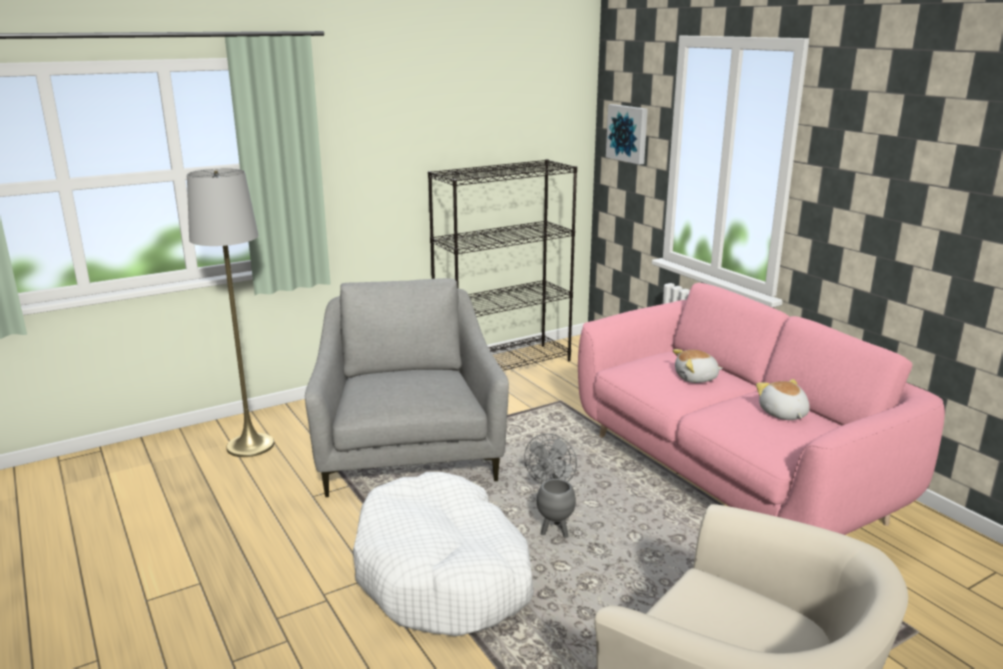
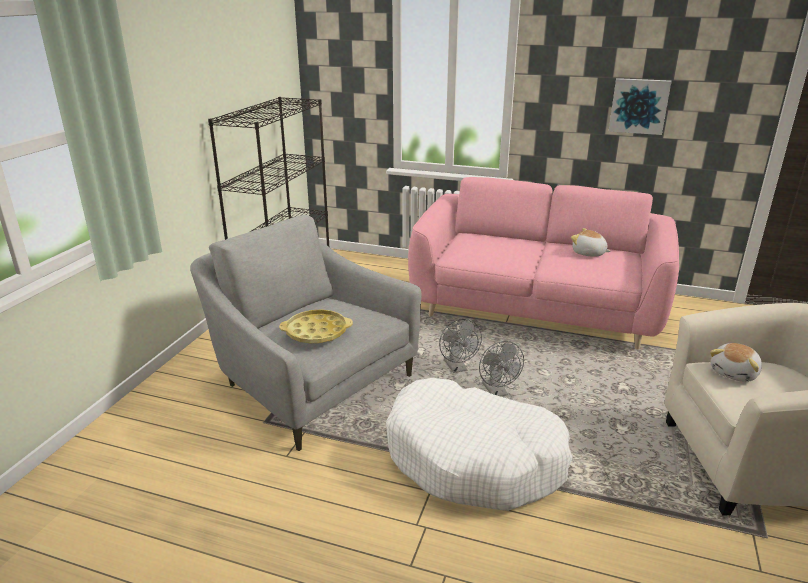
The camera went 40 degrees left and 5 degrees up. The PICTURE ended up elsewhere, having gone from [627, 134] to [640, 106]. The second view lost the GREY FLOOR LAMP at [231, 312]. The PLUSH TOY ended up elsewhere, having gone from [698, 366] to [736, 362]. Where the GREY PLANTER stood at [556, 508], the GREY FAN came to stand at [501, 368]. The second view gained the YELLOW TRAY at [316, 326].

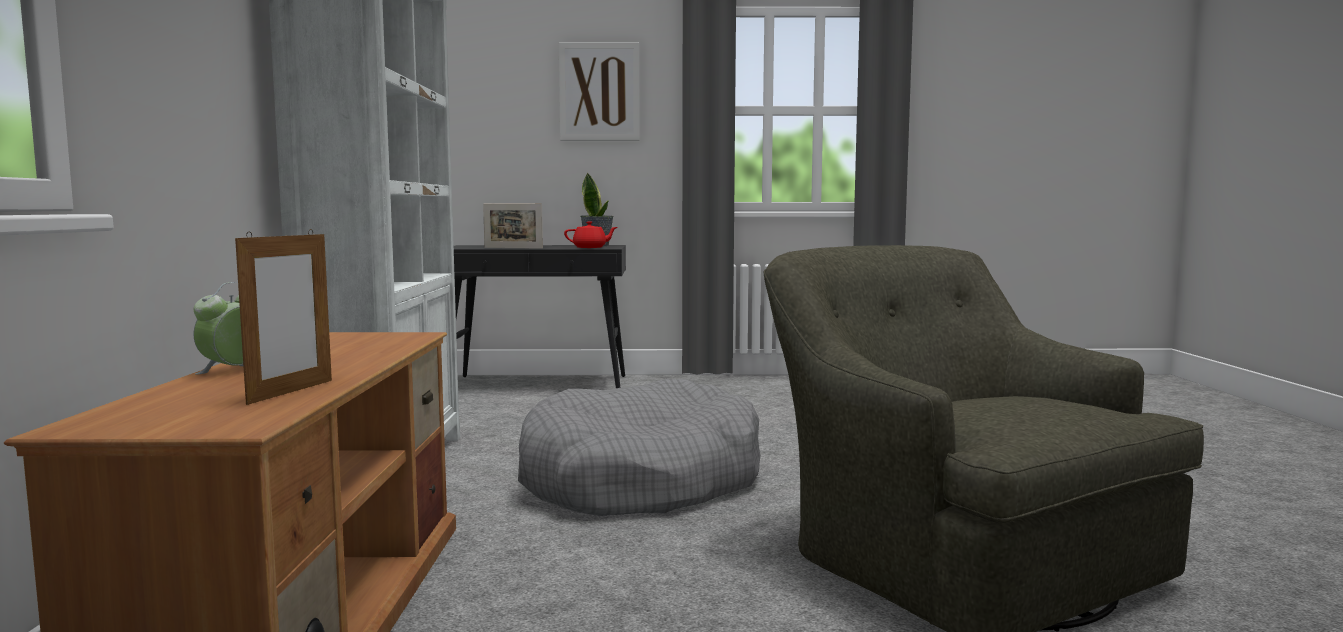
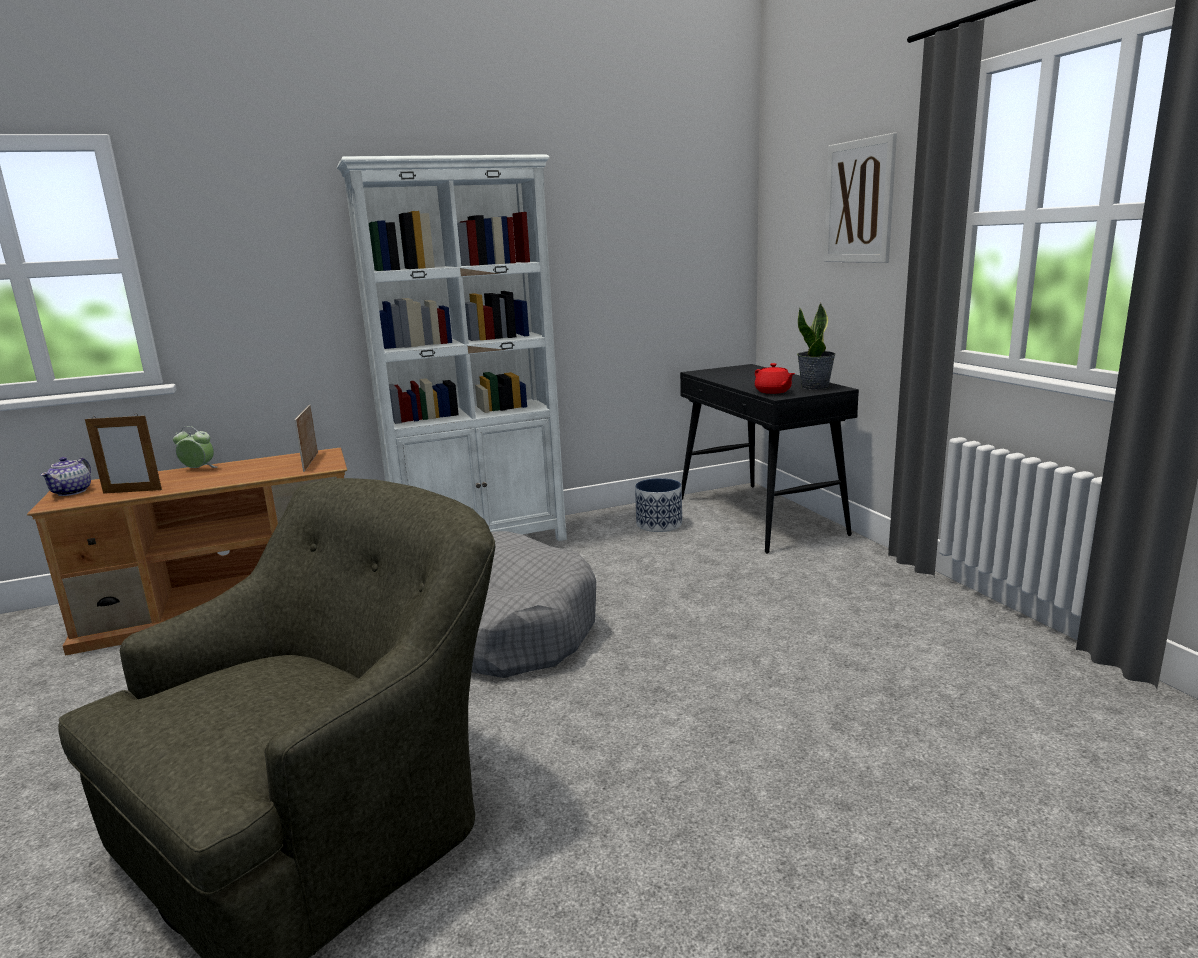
The camera went 70 degrees right and 10 degrees up. The PICTURE FRAME ended up elsewhere, having gone from [513, 226] to [306, 438]. The second view gained the TEAPOT at [66, 476]. The second view gained the PLANTER at [658, 505].

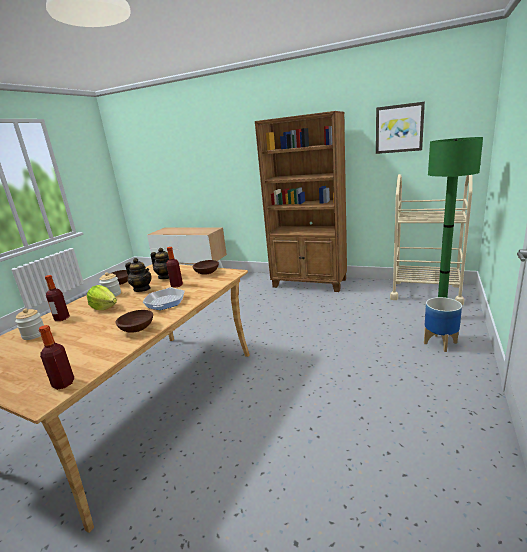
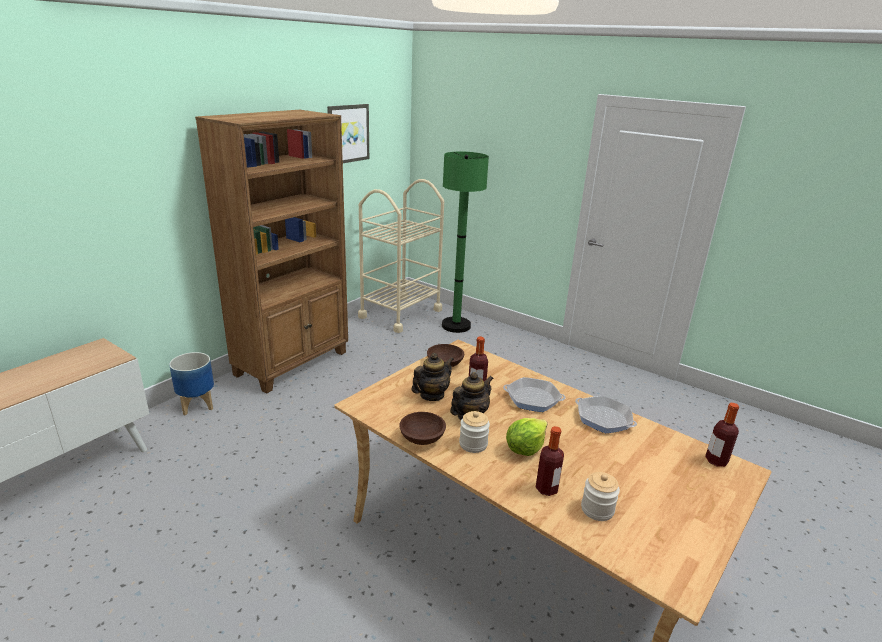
The camera went 80 degrees left and 5 degrees up. The PLANTER ended up elsewhere, having gone from [443, 324] to [191, 383]. Where the BROWN BOWL stood at [134, 321], the FRYING PAN came to stand at [606, 414].

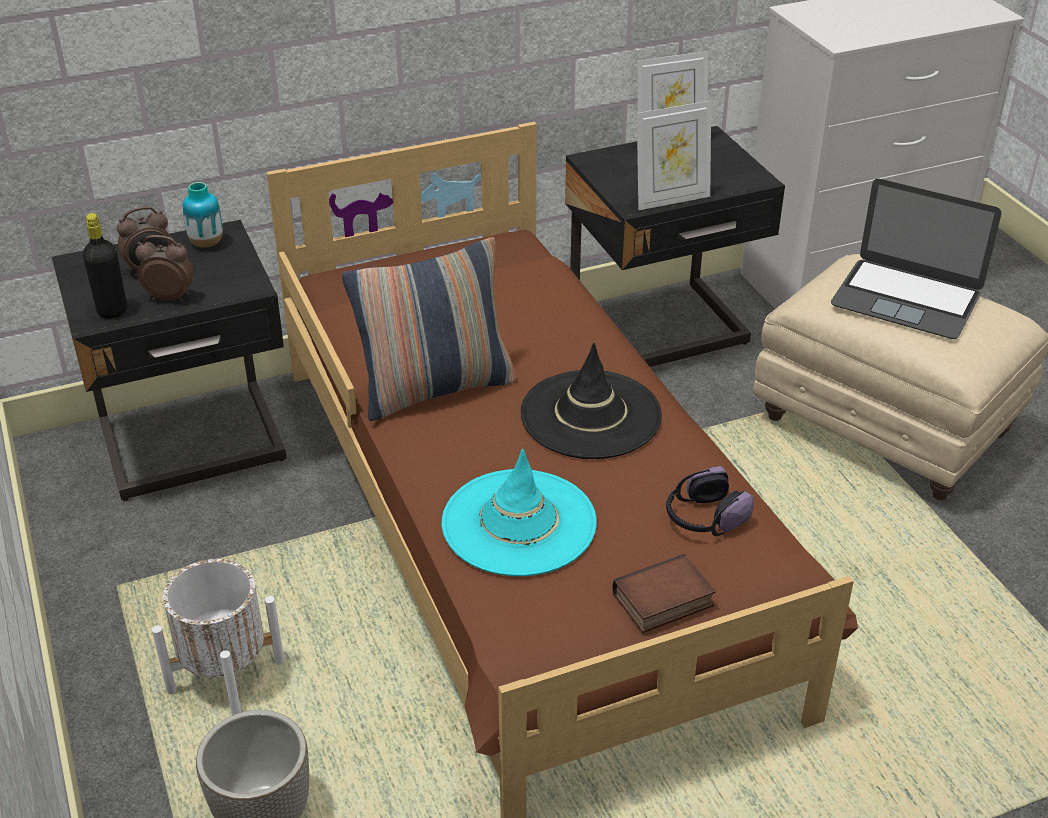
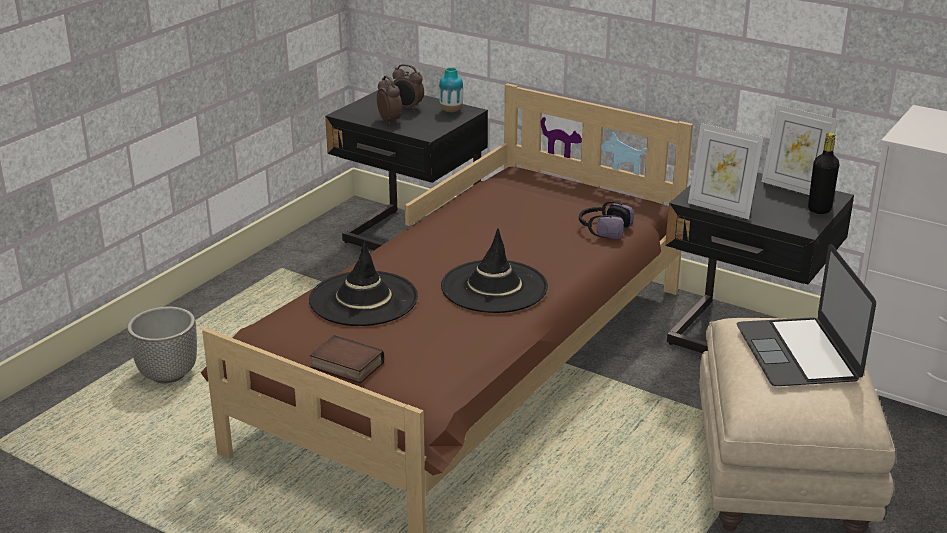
The camera went 55 degrees right and 10 degrees down. The BLACK BOTTLE ended up elsewhere, having gone from [105, 266] to [823, 173]. The second view lost the PILLOW at [429, 329]. What was the TURQUOISE HAT at [519, 512] turned into the BLACK HAT at [363, 283]. The HEADPHONES ended up elsewhere, having gone from [710, 501] to [606, 220]. The second view lost the WHITE PLANTER at [218, 637].

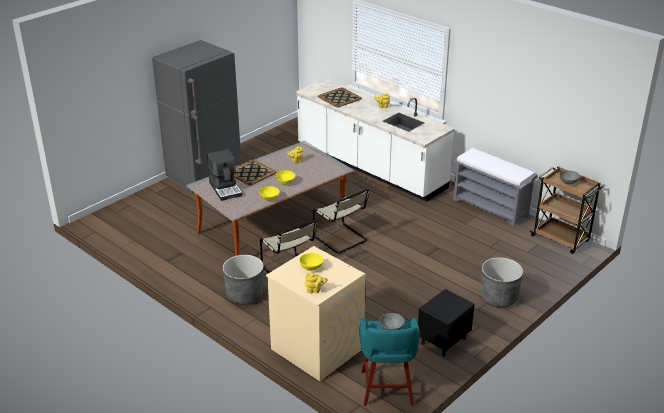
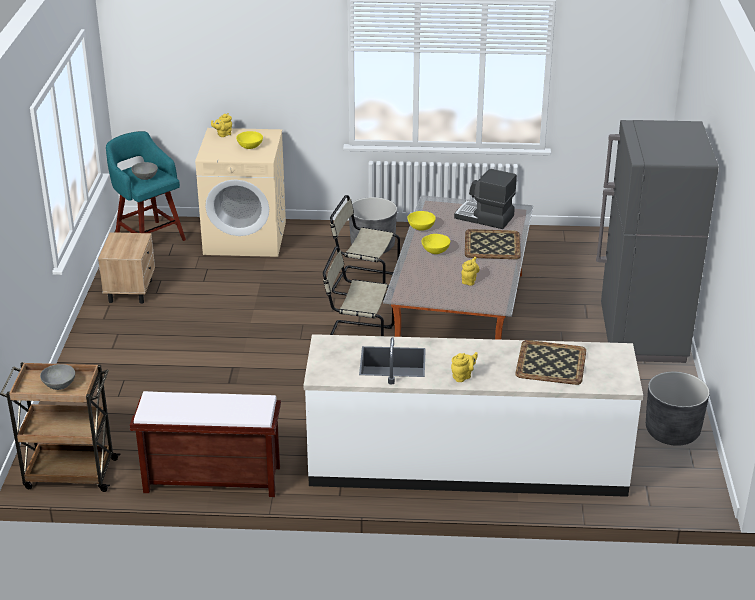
The camera went 140 degrees right and 0 degrees up. What was the GREY BENCH at [495, 187] turned into the BROWN BENCH at [205, 444]. The GREY PLANTER ended up elsewhere, having gone from [502, 282] to [678, 409]. What was the BLACK NIGHTSTAND at [446, 323] turned into the BEIGE NIGHTSTAND at [126, 268].

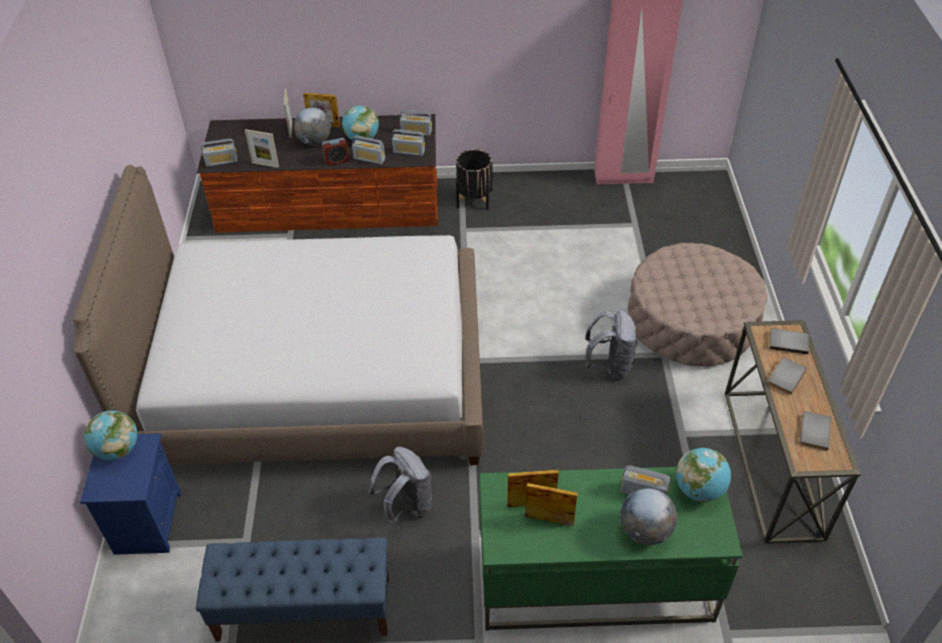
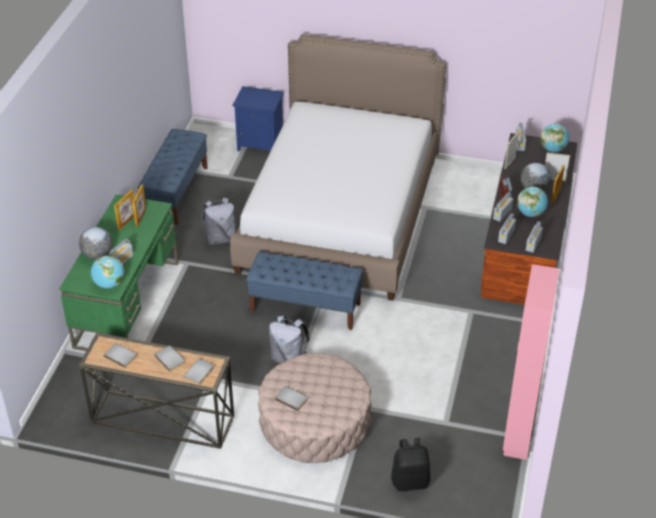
The camera went 105 degrees right and 5 degrees down. The second view lost the BLACK PLANTER at [474, 179]. The GLOBE ended up elsewhere, having gone from [110, 435] to [554, 137]. The second view gained the BLUE BENCH at [304, 290]. The second view gained the GREY BOOK at [291, 398]. The second view gained the BLACK BACKPACK at [410, 464].

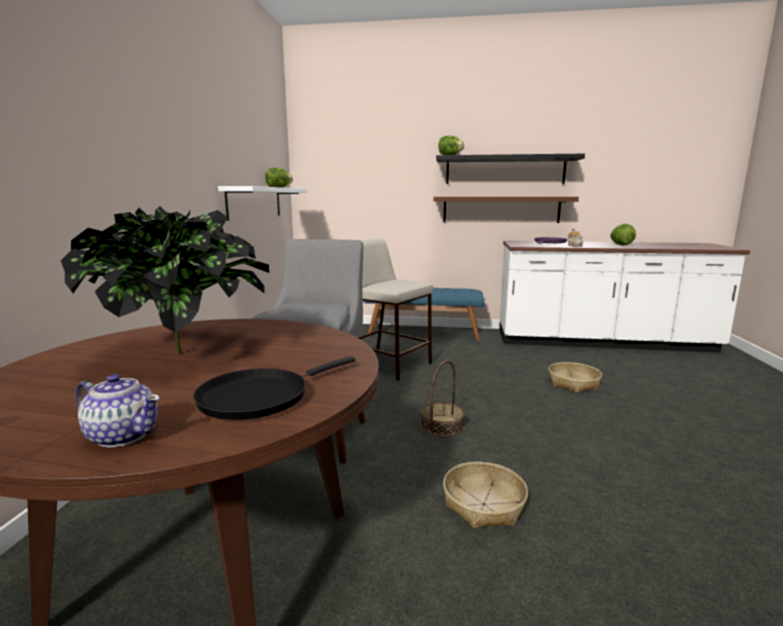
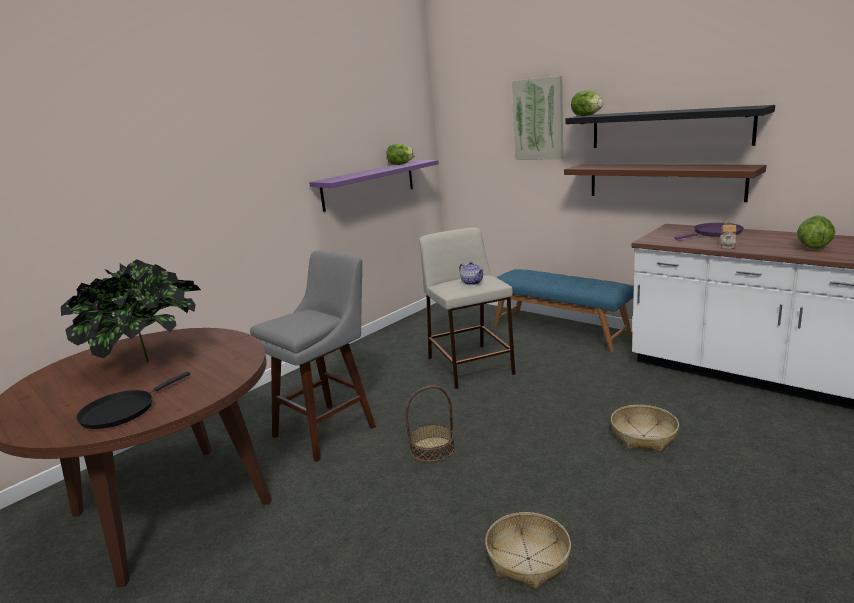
The camera went 35 degrees right and 5 degrees up. What was the WHITE SHELF at [262, 203] turned into the PURPLE SHELF at [374, 186]. The BLACK FRYING PAN at [274, 388] ended up facing another way, 45 degrees counterclockwise from before. The TEAPOT ended up elsewhere, having gone from [118, 410] to [471, 273]. The BASKET ended up elsewhere, having gone from [485, 495] to [528, 550]. The second view gained the PICTURE at [537, 118].

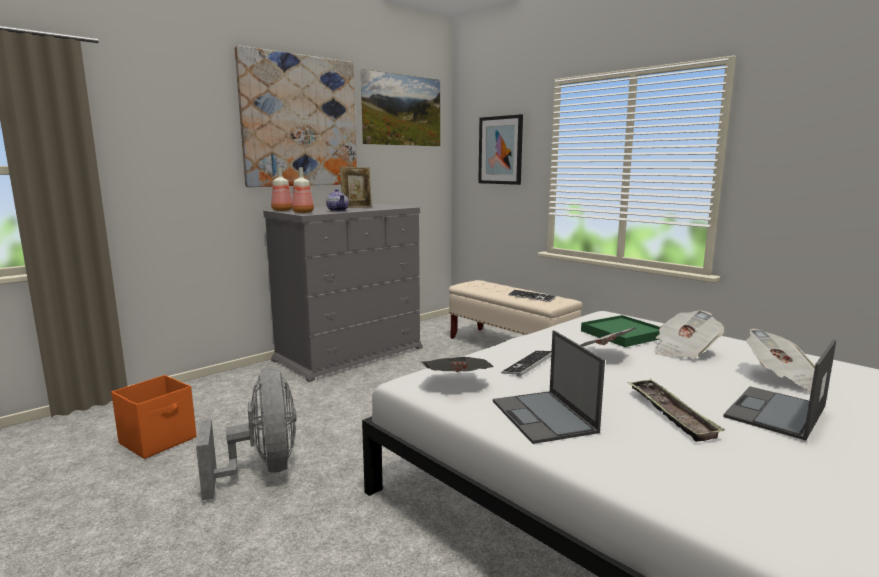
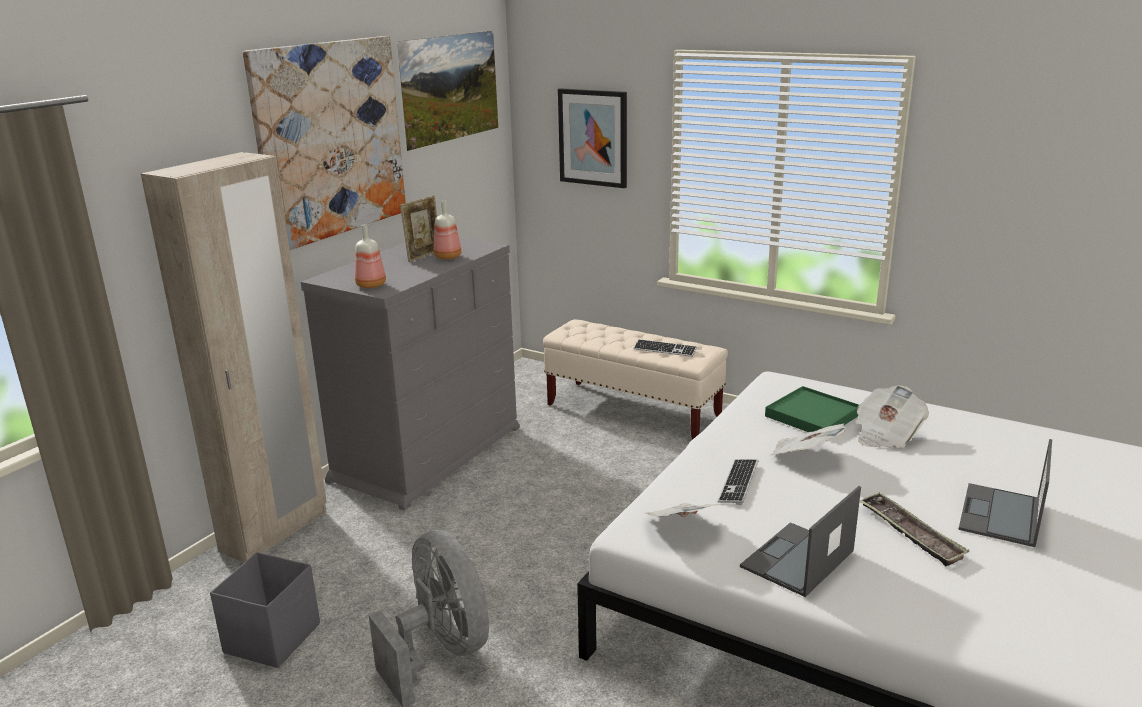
The camera went 15 degrees left and 10 degrees up. The BOTTLE ended up elsewhere, having gone from [281, 189] to [447, 230]. The second view lost the TEAPOT at [337, 200]. The second view lost the NEWSPAPER at [780, 360]. The LAPTOP at [549, 387] ended up facing another way, 75 degrees clockwise from before. What was the ORANGE STORAGE BOX at [153, 417] turned into the GREY STORAGE BOX at [265, 610]. The second view gained the BEIGE WARDROBE at [234, 357].

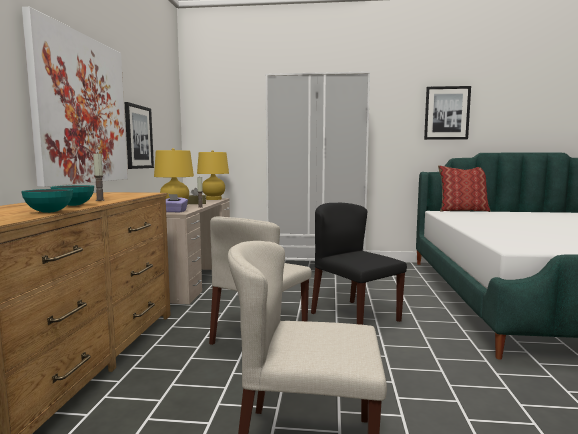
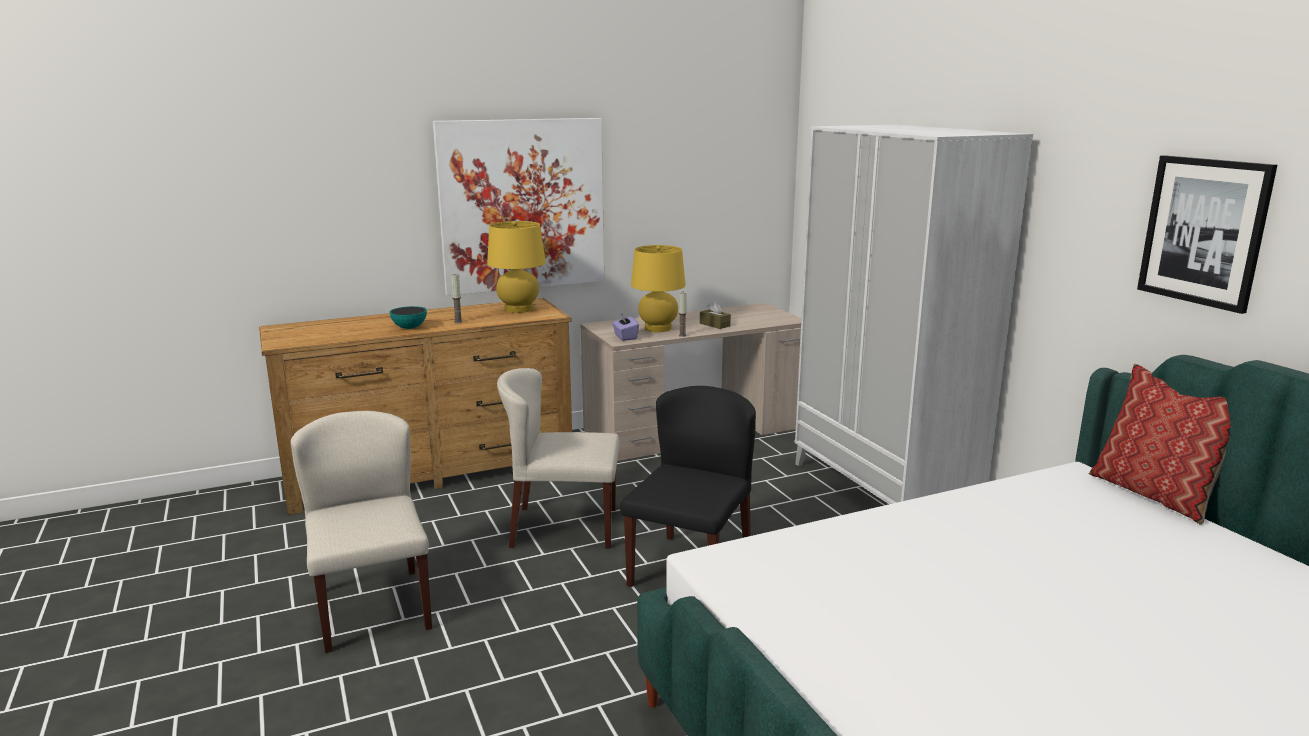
The camera went 60 degrees right and 10 degrees up. The second view lost the PICTURE at [139, 135]. The YELLOW TABLE LAMP ended up elsewhere, having gone from [213, 175] to [516, 267]. The second view lost the BOWL at [47, 201].

